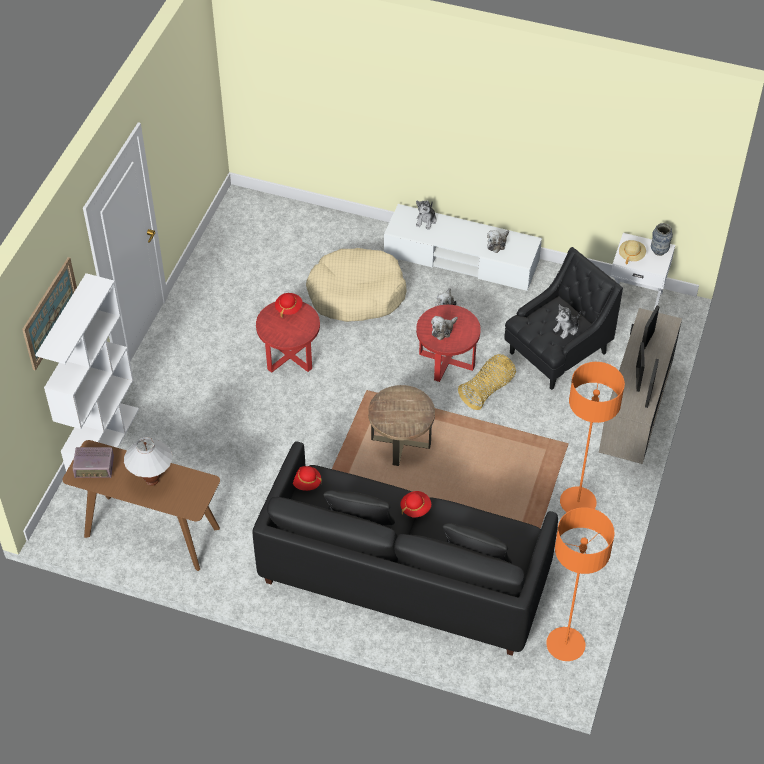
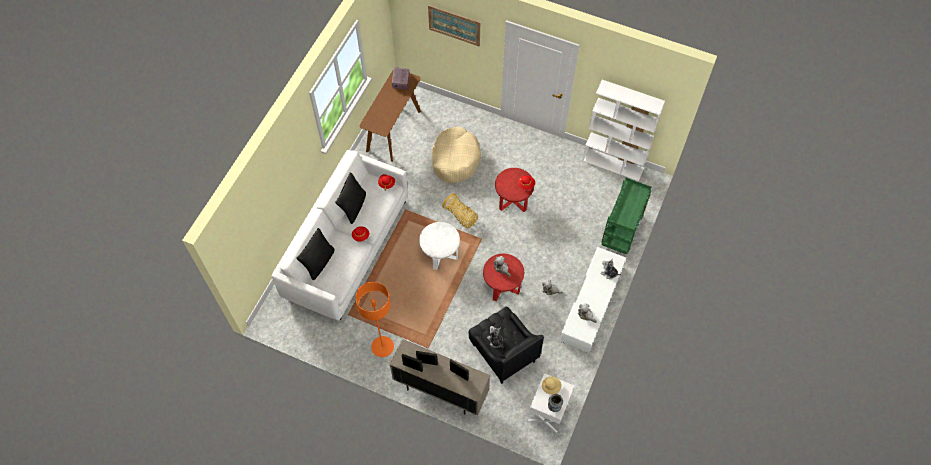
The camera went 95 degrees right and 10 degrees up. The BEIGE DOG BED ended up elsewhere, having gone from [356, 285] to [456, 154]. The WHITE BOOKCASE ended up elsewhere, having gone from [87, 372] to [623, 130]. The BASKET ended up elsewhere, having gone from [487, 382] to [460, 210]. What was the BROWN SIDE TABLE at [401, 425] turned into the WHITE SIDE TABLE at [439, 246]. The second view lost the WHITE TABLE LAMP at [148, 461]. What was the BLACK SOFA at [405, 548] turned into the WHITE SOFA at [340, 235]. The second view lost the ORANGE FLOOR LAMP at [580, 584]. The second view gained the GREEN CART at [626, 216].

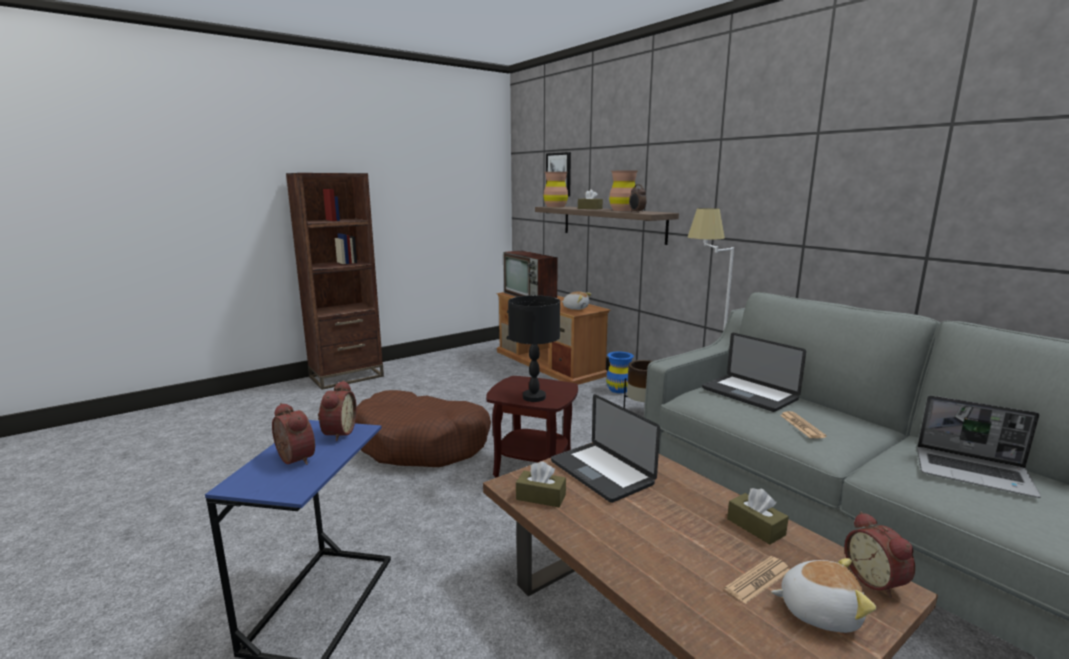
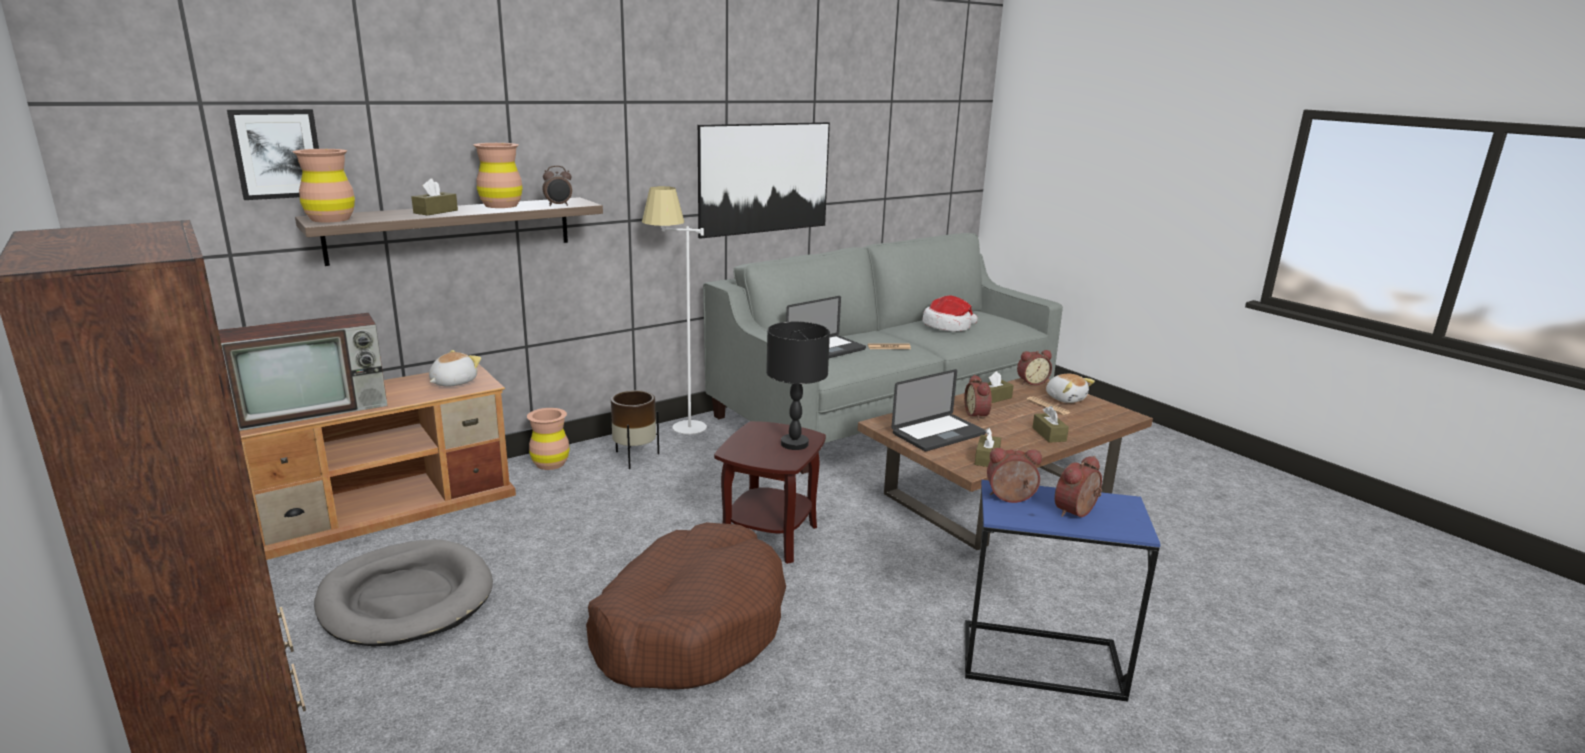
The camera went 90 degrees left and 5 degrees up. What was the BLUE VASE at [620, 372] turned into the BROWN VASE at [548, 439]. Where the LAPTOP stood at [979, 446], the HAT came to stand at [950, 314]. The PLUSH TOY at [823, 595] ended up facing another way, 135 degrees clockwise from before. The second view gained the PICTURE at [764, 180]. The second view gained the ALARM CLOCK at [978, 398]. The second view gained the BROWN TISSUE BOX at [1050, 424]. The second view gained the GREY DOG BED at [403, 592].

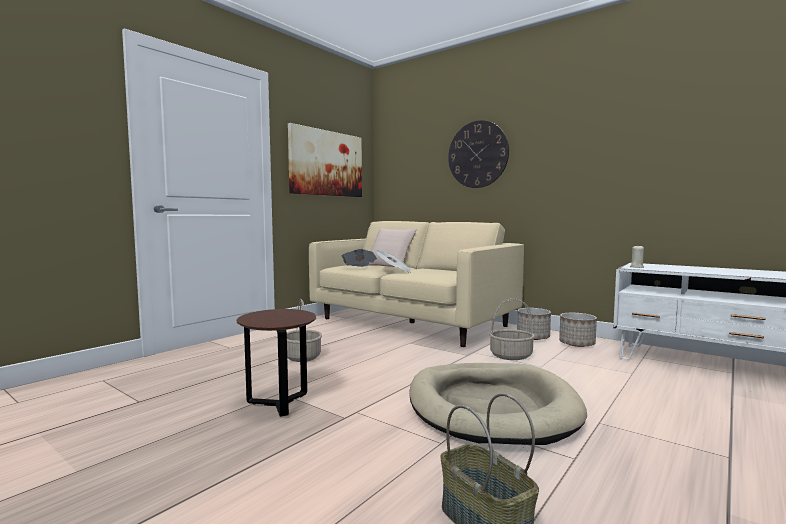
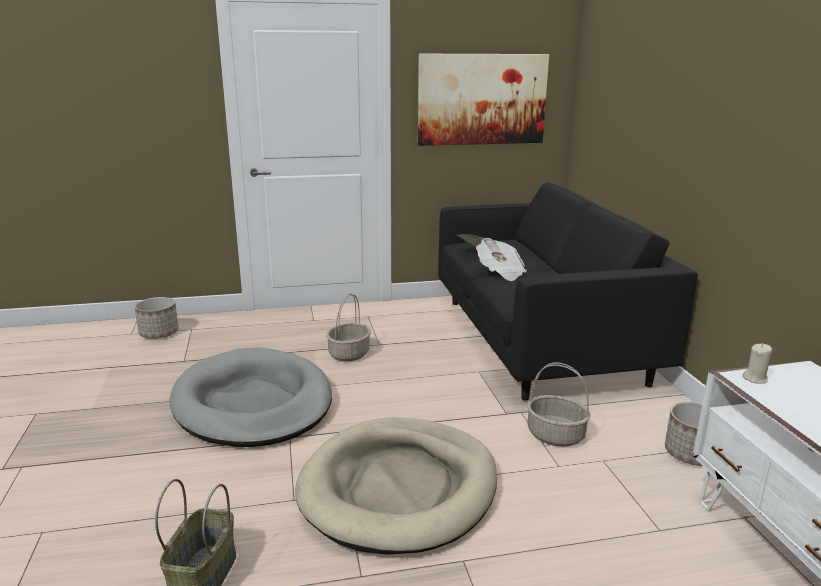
The camera went 40 degrees right and 15 degrees up. The second view lost the WALL CLOCK at [478, 154]. What was the BEIGE SOFA at [416, 284] turned into the BLACK SOFA at [568, 291]. The second view lost the BEIGE PILLOW at [392, 248]. The PLANTER ended up elsewhere, having gone from [534, 324] to [157, 318]. Where the BROWN SIDE TABLE stood at [276, 363], the GREY DOG BED came to stand at [250, 397].

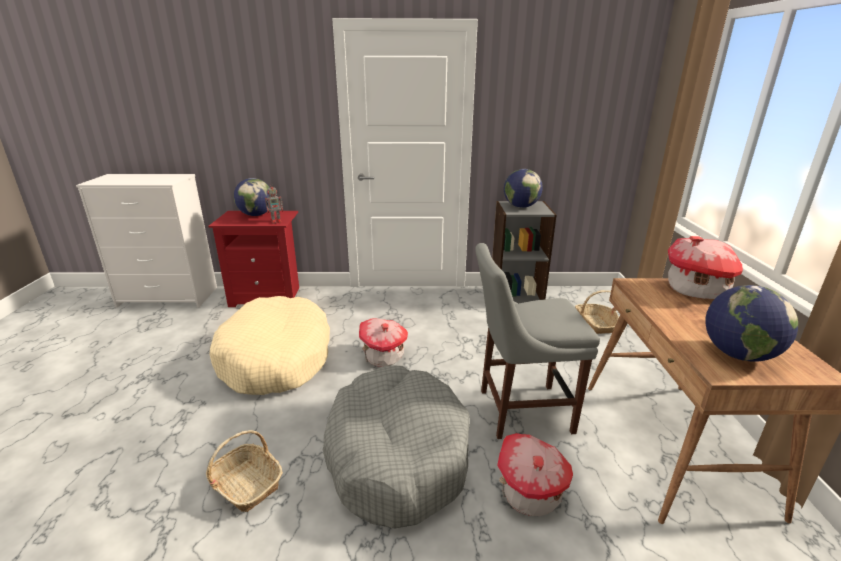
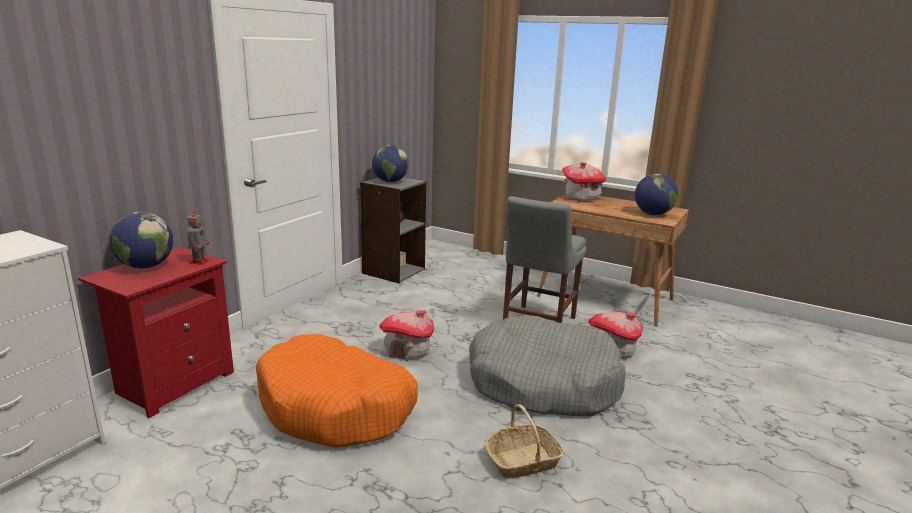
The camera went 60 degrees left and 5 degrees down. The second view lost the BASKET at [597, 312]. What was the BEIGE DOG BED at [269, 345] turned into the ORANGE DOG BED at [337, 391].

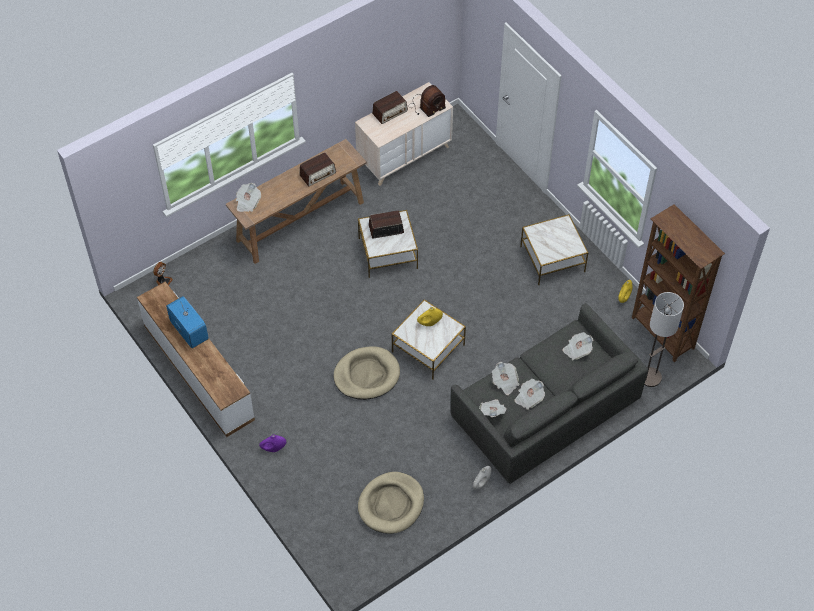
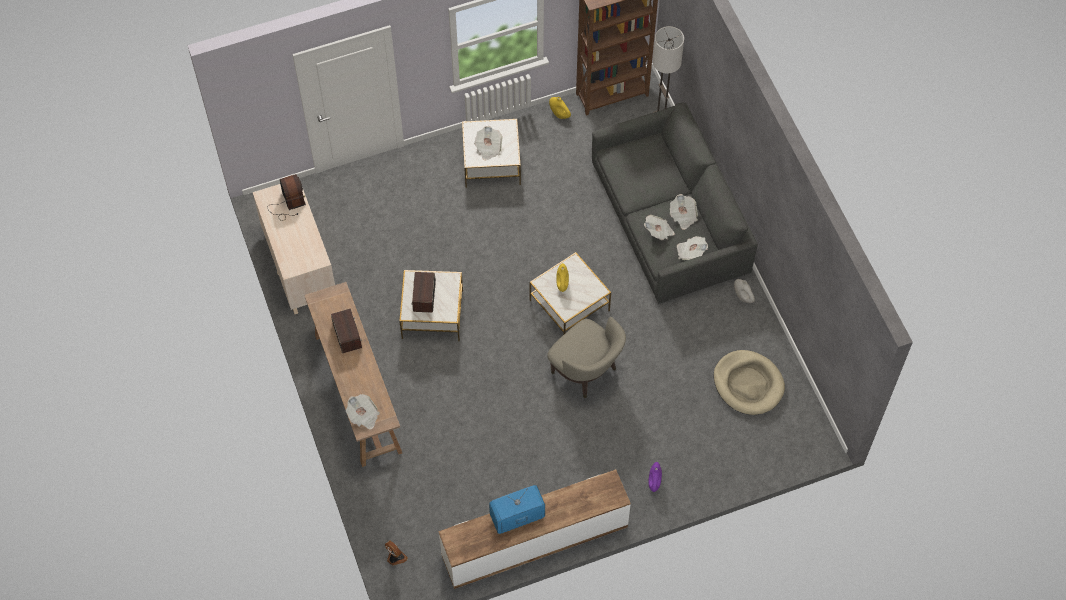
The camera went 75 degrees left and 5 degrees up. The second view lost the RADIO at [390, 107]. The NEWSPAPER ended up elsewhere, having gone from [578, 346] to [488, 143]. Where the BEIGE DOG BED stood at [367, 373], the BEIGE ARMCHAIR came to stand at [586, 357].

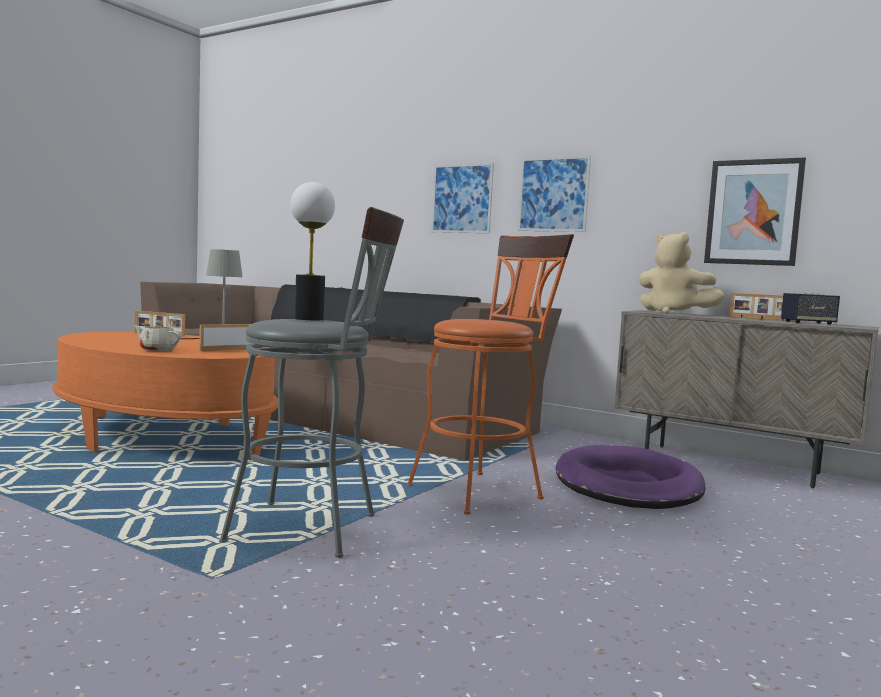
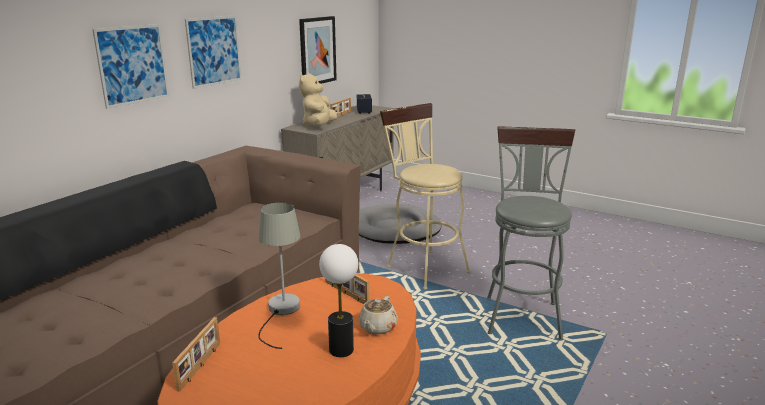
The camera went 90 degrees left and 15 degrees up. The TABLE LAMP ended up elsewhere, having gone from [313, 251] to [338, 300]. The BEIGE PLUSH TOY at [681, 273] ended up facing another way, 150 degrees clockwise from before. What was the ORANGE STOOL at [490, 374] turned into the BEIGE STOOL at [425, 196]. What was the PURPLE DOG BED at [630, 477] turned into the GREY DOG BED at [400, 224].

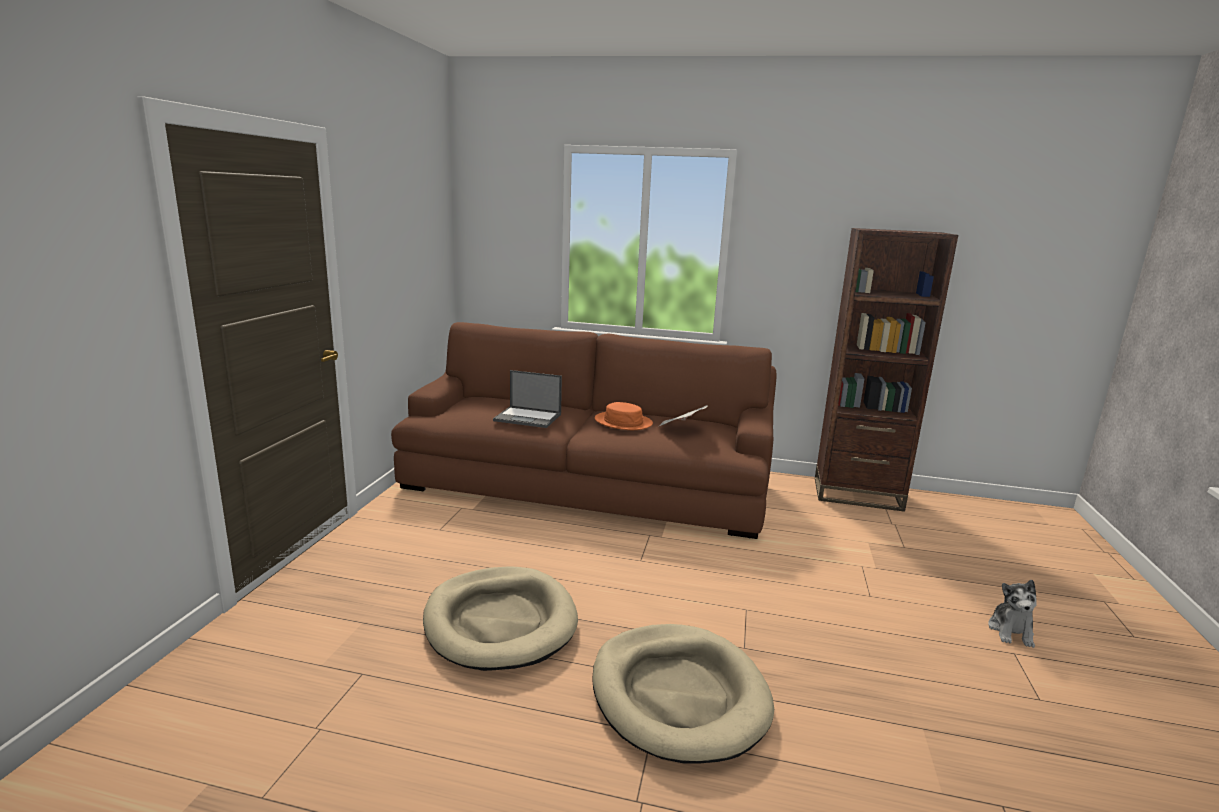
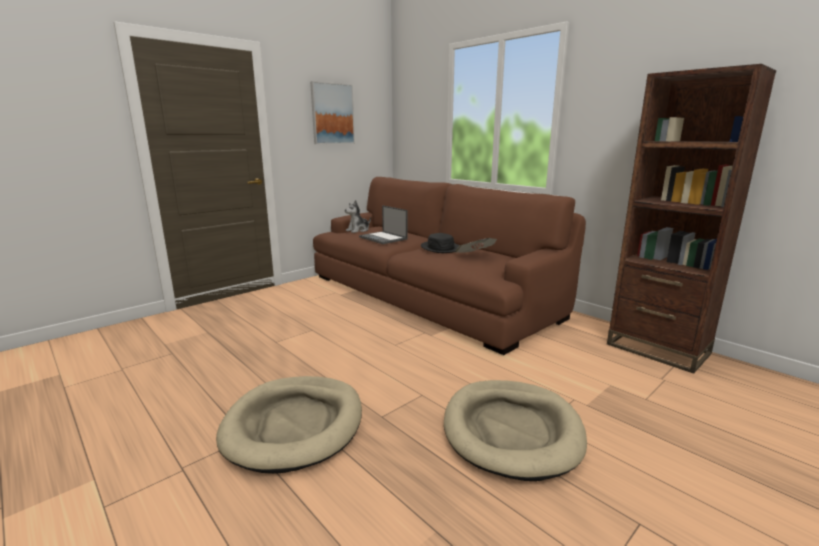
The camera went 35 degrees right and 0 degrees up. What was the ORANGE HAT at [624, 416] turned into the BLACK HAT at [440, 243]. The BEIGE DOG BED ended up elsewhere, having gone from [500, 618] to [515, 430]. The PLUSH TOY ended up elsewhere, having gone from [1012, 614] to [358, 216]. The second view gained the PICTURE at [332, 112].

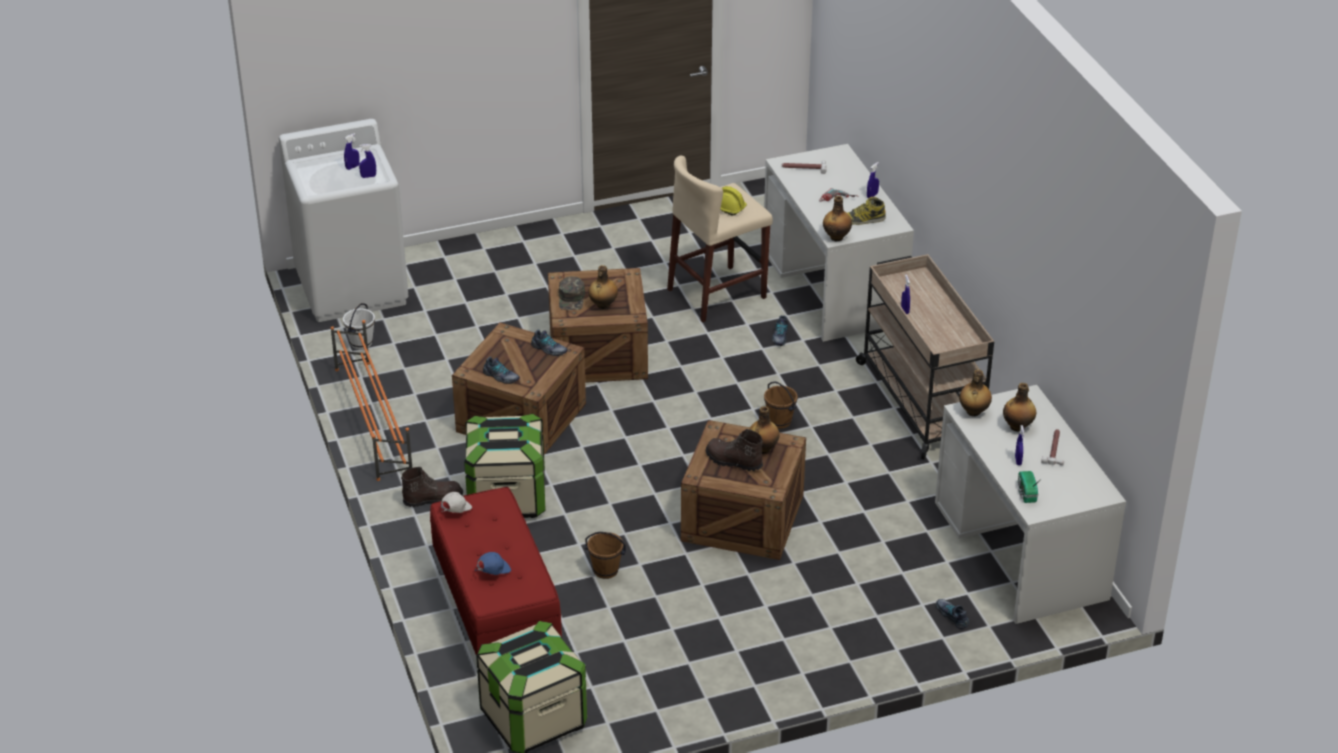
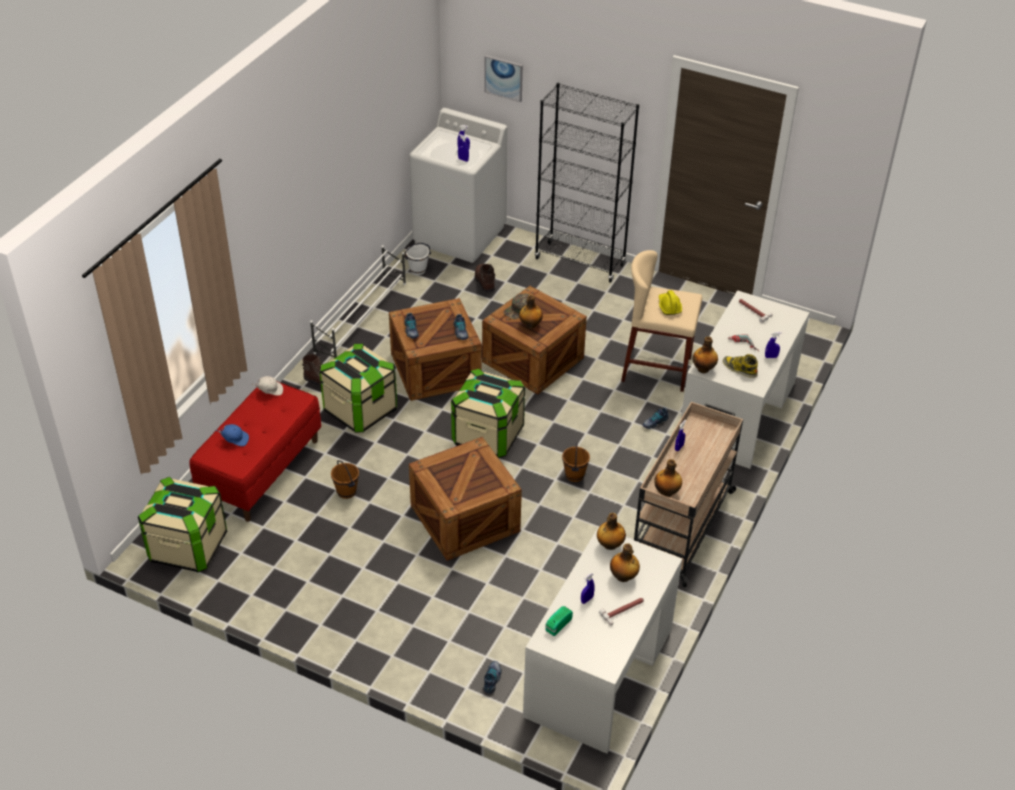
The camera went 45 degrees right and 5 degrees up. What was the ORANGE SHOE RACK at [371, 400] turned into the WHITE SHOE RACK at [358, 301]. The BOTTLE ended up elsewhere, having gone from [764, 430] to [668, 478]. The BROWN BOOT ended up elsewhere, having gone from [734, 450] to [484, 278]. The second view gained the PICTURE at [503, 78]. The second view gained the BLACK BOOKCASE at [587, 183]. The second view gained the STORAGE BOX at [488, 413].

